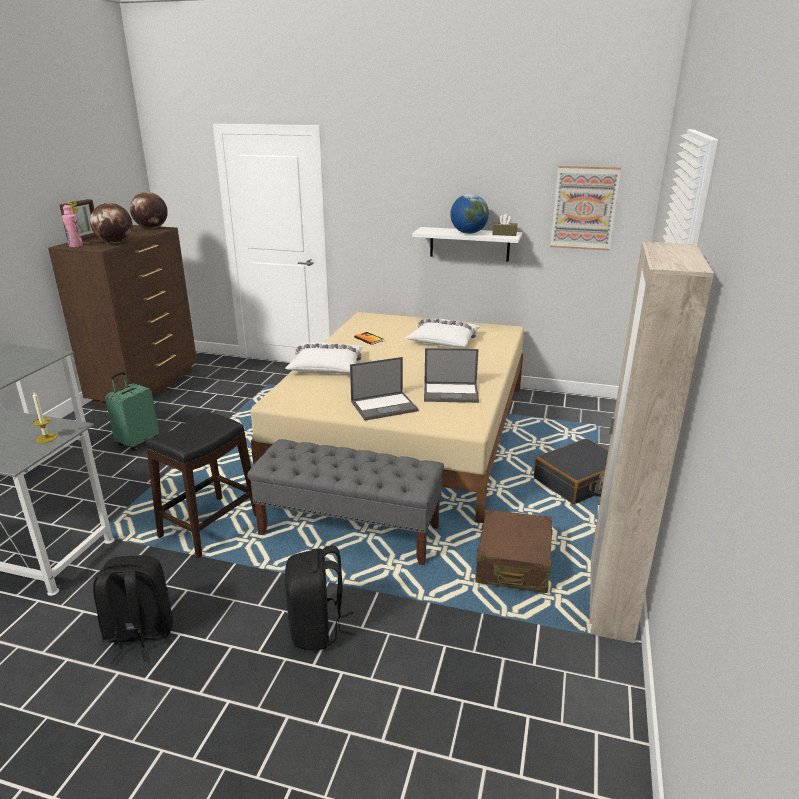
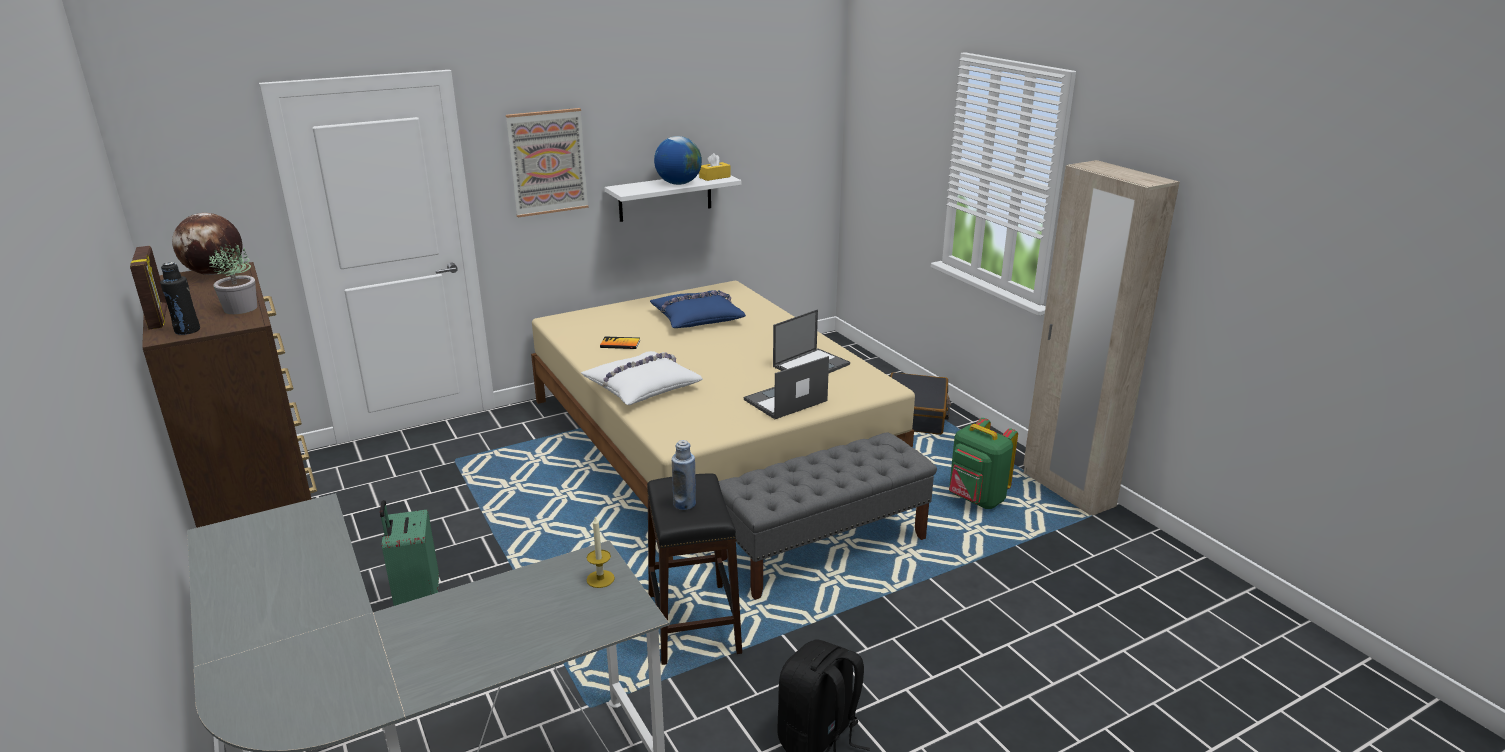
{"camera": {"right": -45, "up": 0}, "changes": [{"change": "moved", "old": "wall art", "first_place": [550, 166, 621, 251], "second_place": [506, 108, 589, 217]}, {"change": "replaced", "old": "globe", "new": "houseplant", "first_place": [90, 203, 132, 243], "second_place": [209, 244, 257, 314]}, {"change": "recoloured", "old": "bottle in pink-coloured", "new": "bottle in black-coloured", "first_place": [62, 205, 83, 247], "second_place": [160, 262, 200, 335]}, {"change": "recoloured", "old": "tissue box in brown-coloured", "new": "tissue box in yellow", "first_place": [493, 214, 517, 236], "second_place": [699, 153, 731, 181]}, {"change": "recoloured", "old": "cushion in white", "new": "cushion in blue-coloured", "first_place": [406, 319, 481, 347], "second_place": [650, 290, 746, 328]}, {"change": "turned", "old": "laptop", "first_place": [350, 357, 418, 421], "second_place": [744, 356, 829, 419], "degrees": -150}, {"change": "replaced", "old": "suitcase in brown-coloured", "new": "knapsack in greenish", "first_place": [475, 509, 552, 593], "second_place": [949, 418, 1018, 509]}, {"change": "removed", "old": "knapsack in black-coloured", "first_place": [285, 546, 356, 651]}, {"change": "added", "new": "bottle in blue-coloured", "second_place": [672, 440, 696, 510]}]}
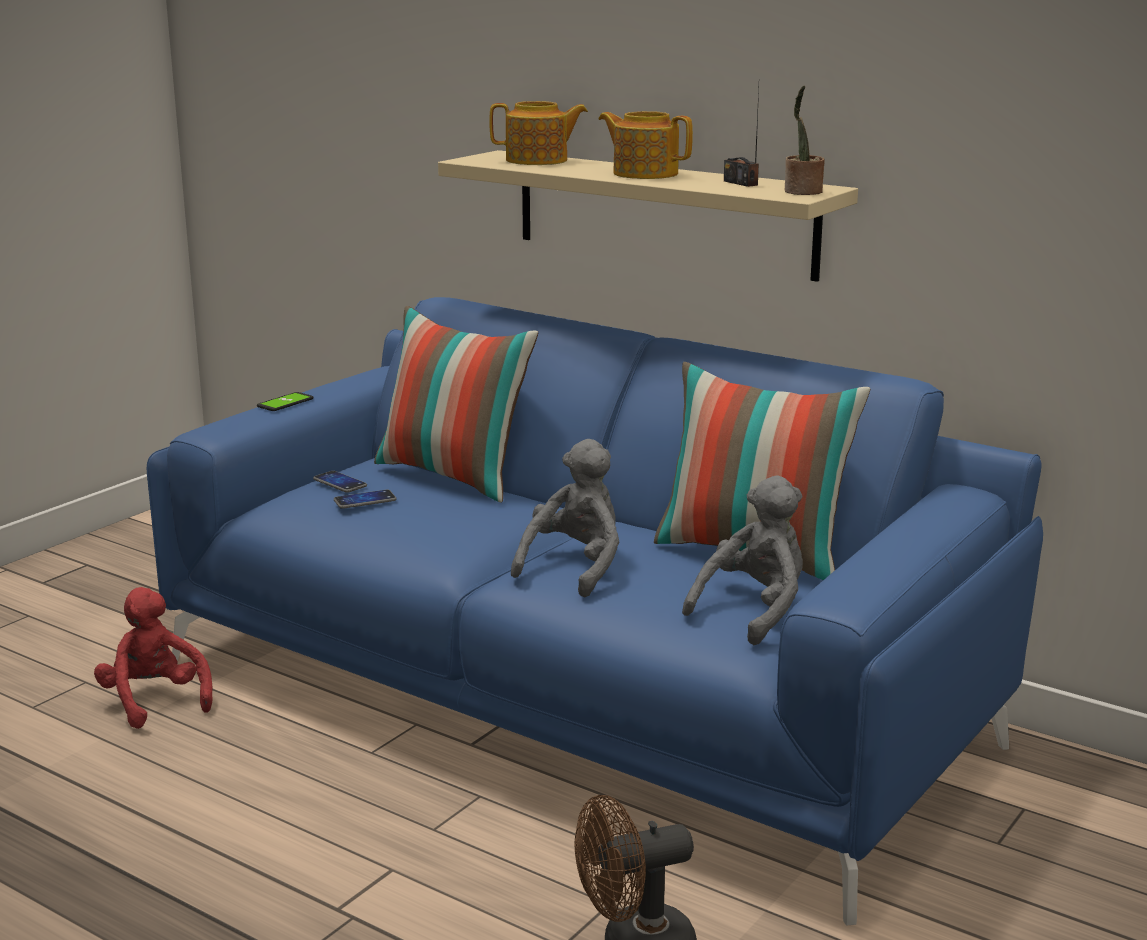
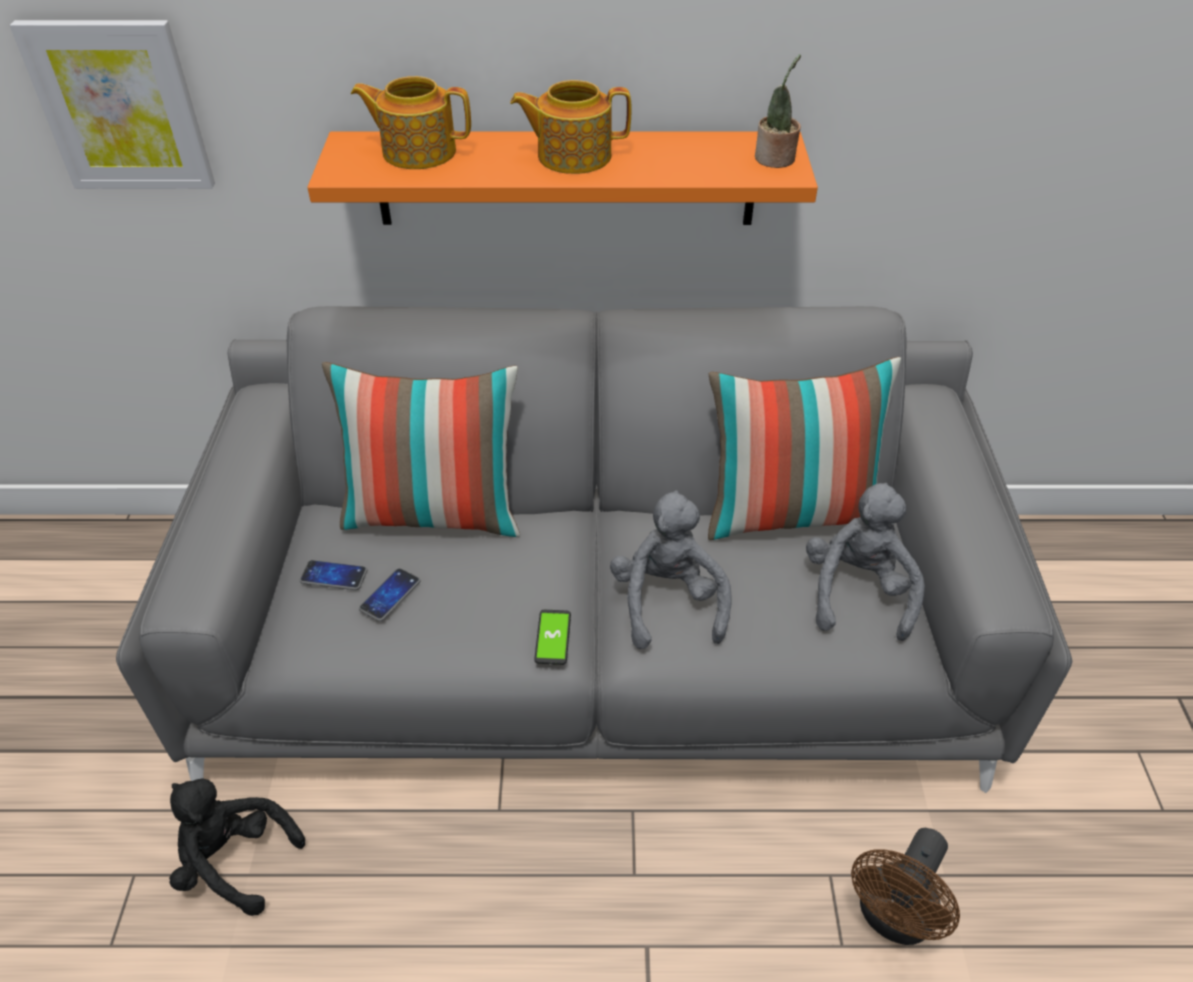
{"camera": {"right": -35, "up": 25}, "changes": [{"change": "removed", "old": "radio receiver", "first_place": [724, 90, 759, 187]}, {"change": "turned", "old": "pot for tea", "first_place": [489, 101, 588, 165], "second_place": [351, 76, 471, 169], "degrees": -135}, {"change": "recoloured", "old": "bracket shelf in sand-coloured", "new": "bracket shelf in orange", "first_place": [438, 150, 858, 282], "second_place": [307, 131, 818, 225]}, {"change": "recoloured", "old": "couch in blue-coloured", "new": "couch in grey", "first_place": [147, 297, 1043, 925], "second_place": [116, 306, 1073, 793]}, {"change": "moved", "old": "phone", "first_place": [257, 392, 314, 411], "second_place": [534, 610, 571, 665]}, {"change": "recoloured", "old": "soft toy in reddish", "new": "soft toy in black-coloured", "first_place": [94, 587, 213, 729], "second_place": [169, 778, 305, 916]}, {"change": "added", "new": "wall art", "second_place": [10, 20, 215, 189]}]}
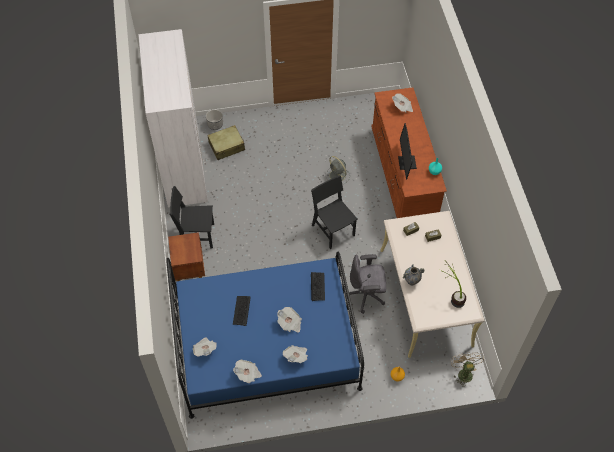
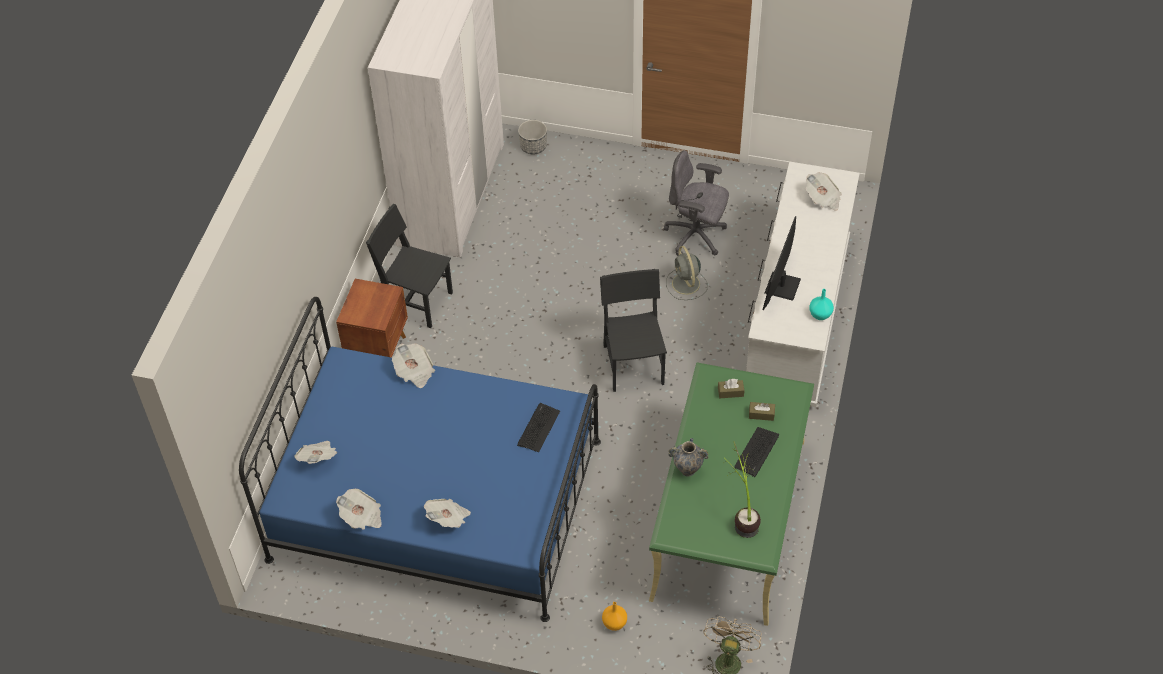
{"camera": {"right": 25, "up": -5}, "changes": [{"change": "recoloured", "old": "chest of drawers in brown-coloured", "new": "chest of drawers in white", "first_place": [371, 87, 447, 218], "second_place": [746, 162, 860, 407]}, {"change": "removed", "old": "suitcase in sand-coloured", "first_place": [207, 125, 245, 160]}, {"change": "recoloured", "old": "desk in sand-coloured", "new": "desk in greenish", "first_place": [381, 211, 485, 358], "second_place": [649, 363, 814, 626]}, {"change": "moved", "old": "computer chair in grey", "first_place": [345, 254, 386, 314], "second_place": [664, 150, 729, 256]}, {"change": "moved", "old": "computer keyboard", "first_place": [233, 296, 250, 326], "second_place": [734, 427, 779, 477]}, {"change": "moved", "old": "printed paper", "first_place": [277, 307, 302, 332], "second_place": [392, 344, 435, 388]}]}
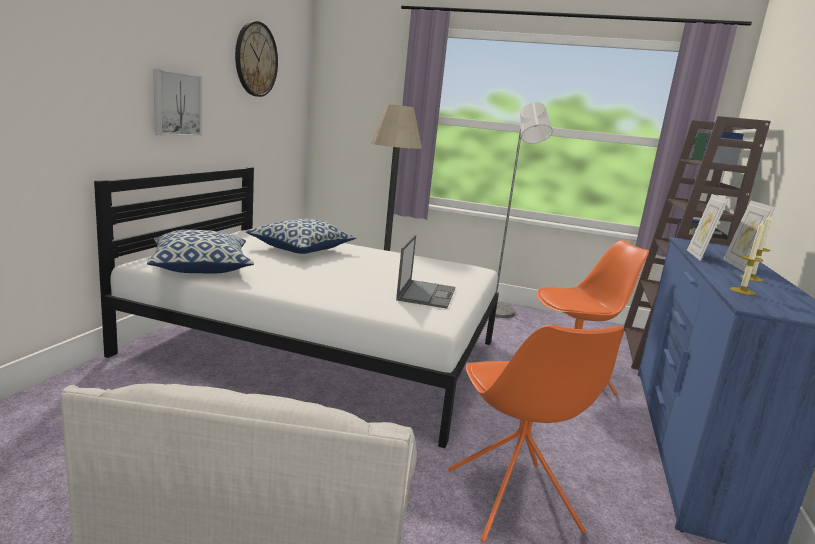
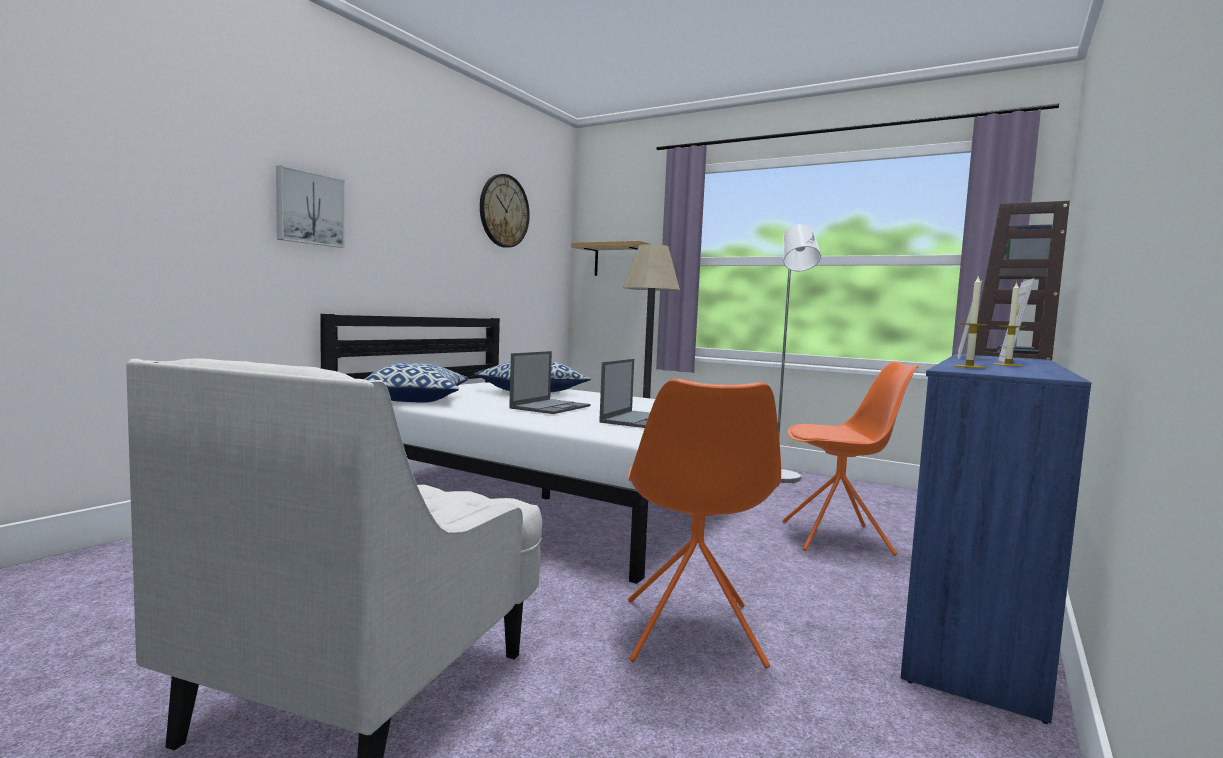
{"camera": {"right": 15, "up": -10}, "changes": [{"change": "moved", "old": "wall art", "first_place": [153, 69, 202, 136], "second_place": [276, 165, 345, 248]}, {"change": "added", "new": "bracket shelf", "second_place": [571, 241, 651, 276]}, {"change": "added", "new": "laptop", "second_place": [509, 351, 590, 414]}]}
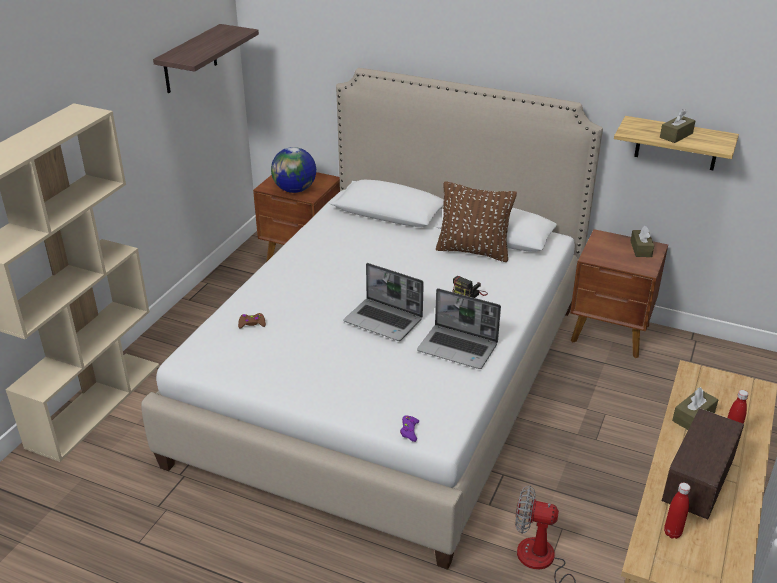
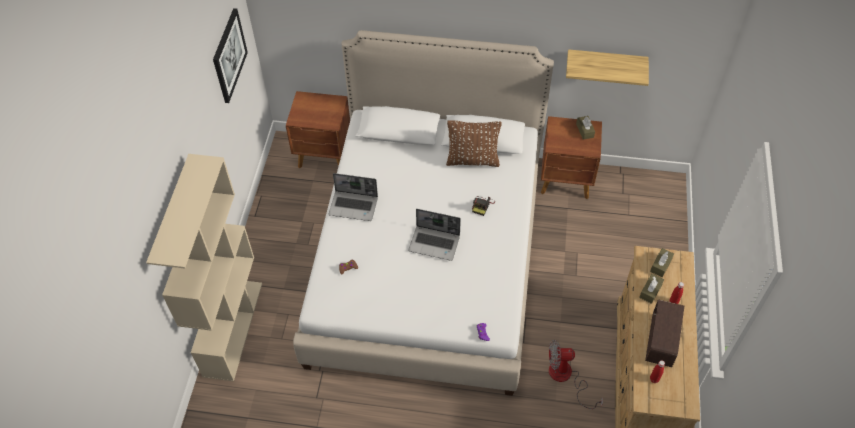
{"camera": {"right": -15, "up": 20}, "changes": [{"change": "replaced", "old": "bracket shelf", "new": "wall art", "first_place": [153, 24, 259, 93], "second_place": [213, 8, 248, 103]}, {"change": "moved", "old": "tissue box in brown-coloured", "first_place": [660, 109, 696, 143], "second_place": [650, 248, 674, 277]}, {"change": "removed", "old": "globe", "first_place": [271, 147, 316, 193]}, {"change": "moved", "old": "laptop", "first_place": [417, 288, 501, 369], "second_place": [329, 173, 378, 221]}]}
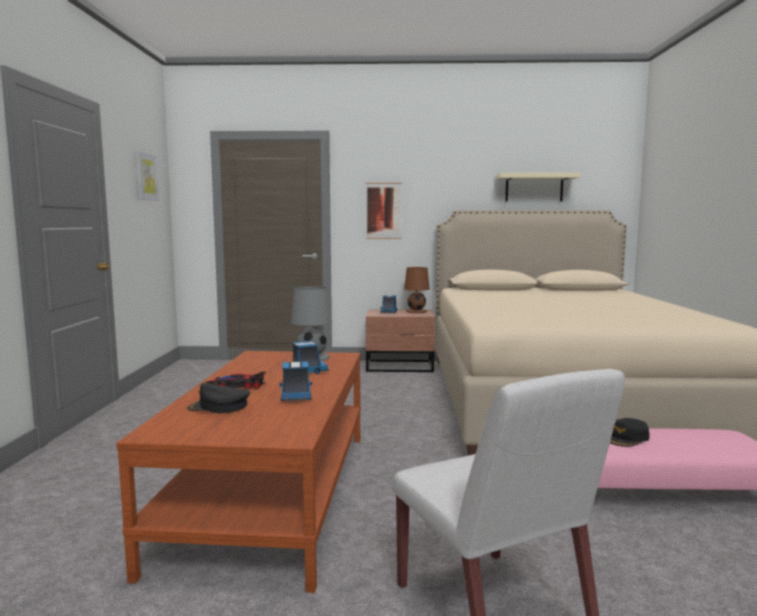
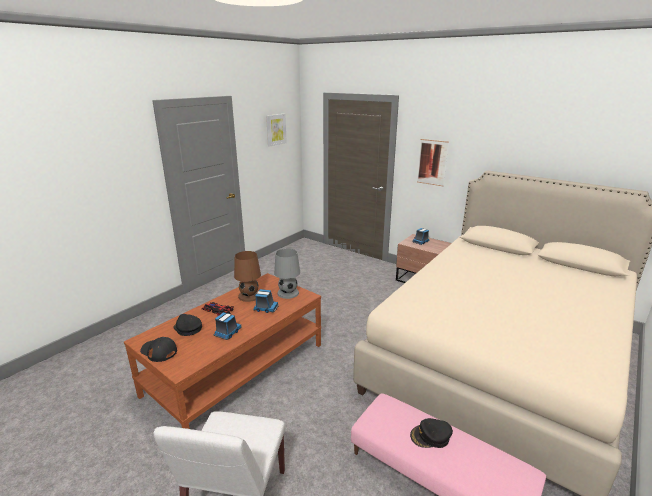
{"camera": {"right": 35, "up": 15}, "changes": [{"change": "removed", "old": "bracket shelf in sand-coloured", "first_place": [496, 172, 581, 202]}, {"change": "moved", "old": "table lamp in brown-coloured", "first_place": [404, 267, 430, 313], "second_place": [234, 251, 261, 302]}, {"change": "added", "new": "cap in black-coloured", "second_place": [140, 337, 177, 362]}]}
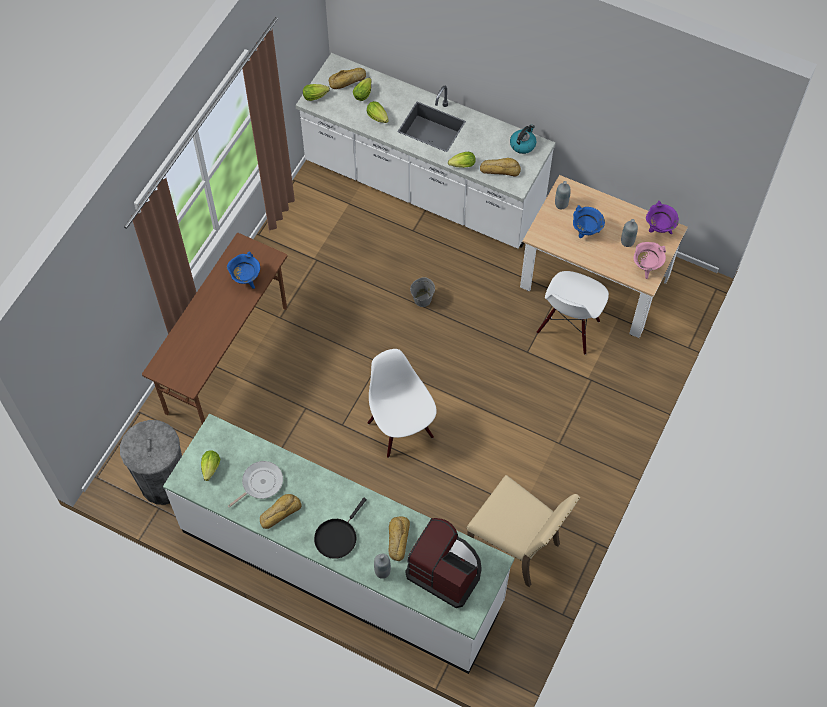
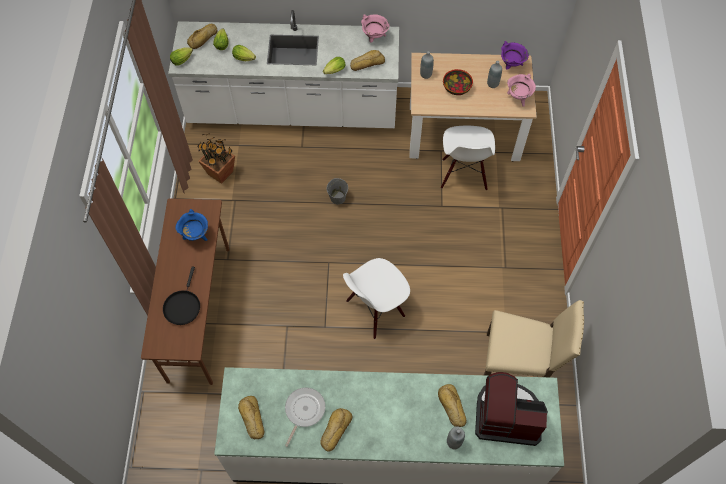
{"camera": {"right": -25, "up": 0}, "changes": [{"change": "replaced", "old": "water kettle", "new": "stockpot in pink-coloured", "first_place": [510, 124, 536, 154], "second_place": [361, 14, 390, 42]}, {"change": "replaced", "old": "stockpot in blue-coloured", "new": "bowl", "first_place": [573, 205, 605, 238], "second_place": [443, 69, 473, 95]}, {"change": "turned", "old": "chair in white", "first_place": [367, 349, 437, 458], "second_place": [343, 258, 410, 339], "degrees": -75}, {"change": "removed", "old": "rubbish bin in grey", "first_place": [120, 420, 182, 505]}, {"change": "replaced", "old": "head of lettuce", "new": "baked bread", "first_place": [201, 450, 220, 481], "second_place": [238, 396, 264, 440]}, {"change": "moved", "old": "skillet in black-coloured", "first_place": [314, 498, 367, 559], "second_place": [163, 267, 200, 325]}, {"change": "added", "new": "houseplant", "second_place": [198, 134, 235, 184]}]}
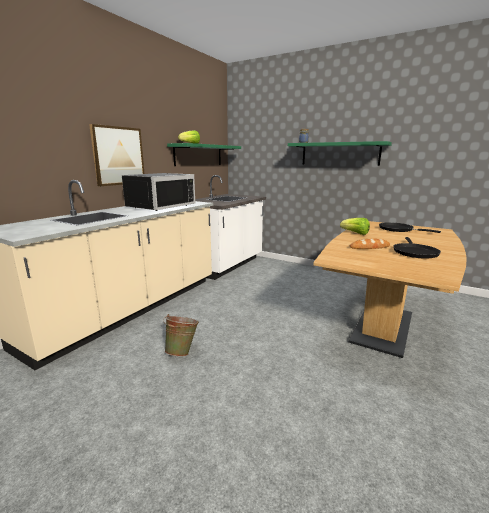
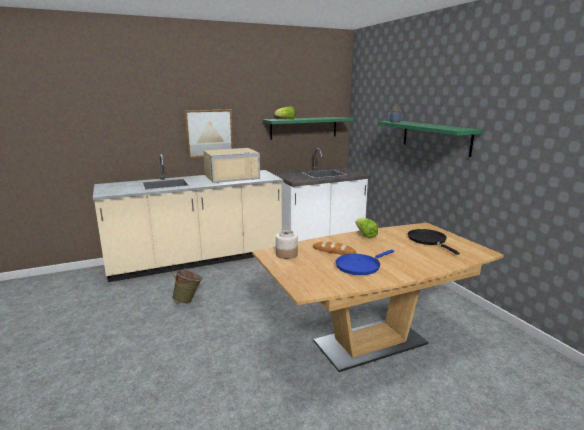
{"camera": {"right": 35, "up": 0}, "changes": [{"change": "recoloured", "old": "microwave in black-coloured", "new": "microwave in sand-coloured", "first_place": [122, 173, 195, 211], "second_place": [203, 148, 260, 183]}, {"change": "recoloured", "old": "skillet in black-coloured", "new": "skillet in blue-coloured", "first_place": [393, 237, 441, 259], "second_place": [336, 250, 394, 275]}, {"change": "added", "new": "jar", "second_place": [276, 230, 298, 259]}]}
